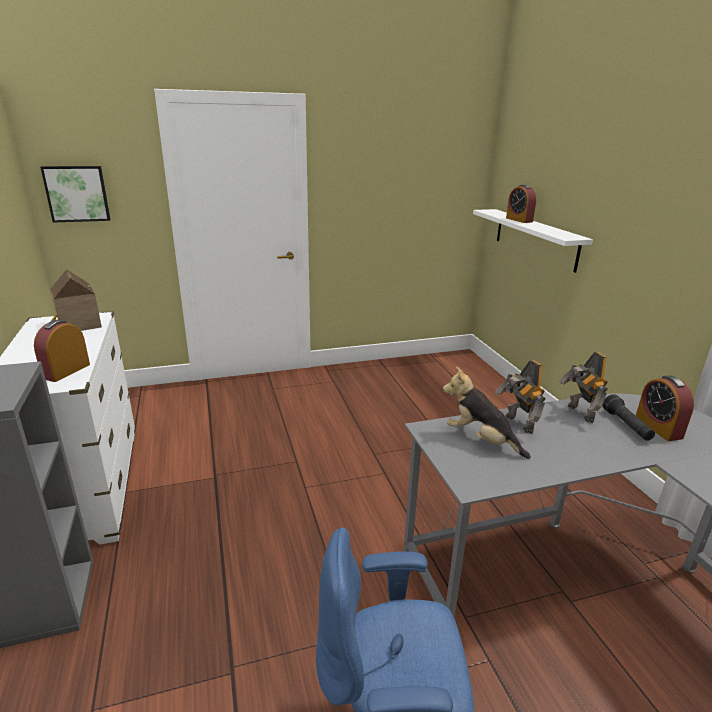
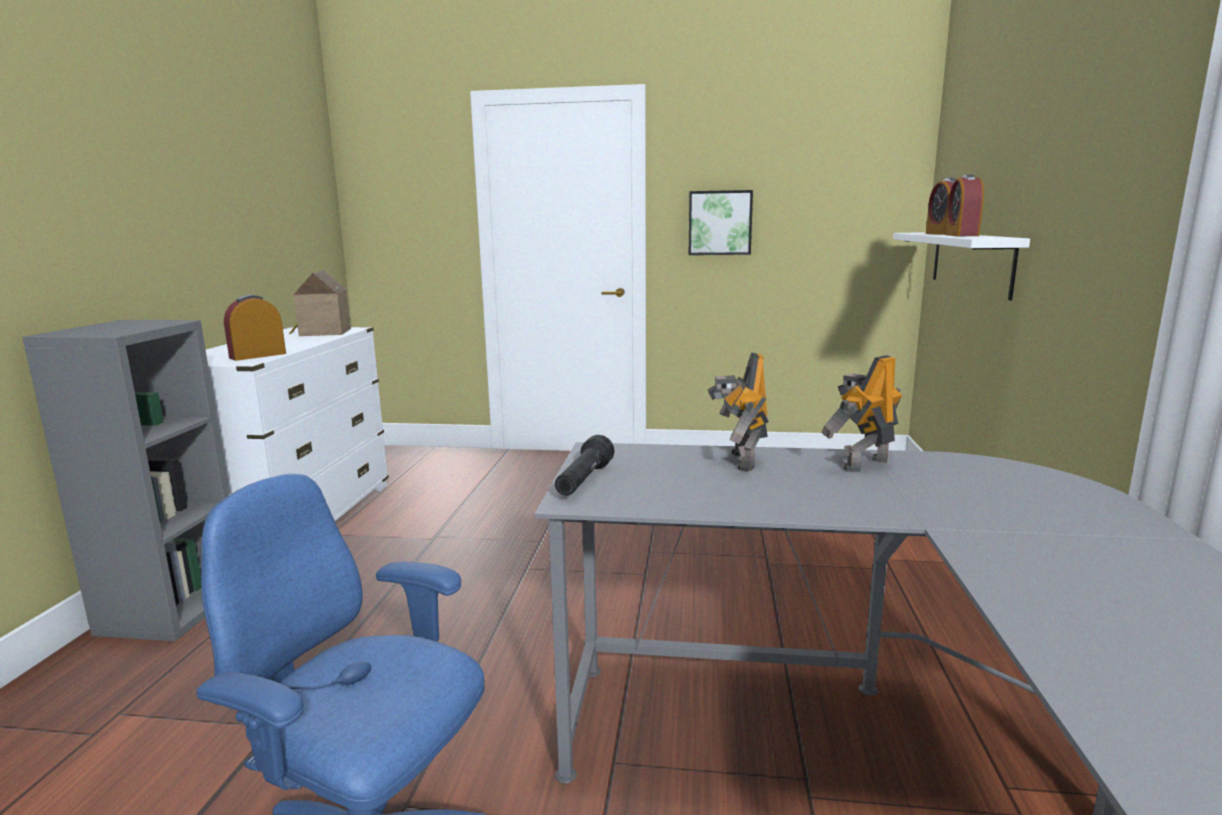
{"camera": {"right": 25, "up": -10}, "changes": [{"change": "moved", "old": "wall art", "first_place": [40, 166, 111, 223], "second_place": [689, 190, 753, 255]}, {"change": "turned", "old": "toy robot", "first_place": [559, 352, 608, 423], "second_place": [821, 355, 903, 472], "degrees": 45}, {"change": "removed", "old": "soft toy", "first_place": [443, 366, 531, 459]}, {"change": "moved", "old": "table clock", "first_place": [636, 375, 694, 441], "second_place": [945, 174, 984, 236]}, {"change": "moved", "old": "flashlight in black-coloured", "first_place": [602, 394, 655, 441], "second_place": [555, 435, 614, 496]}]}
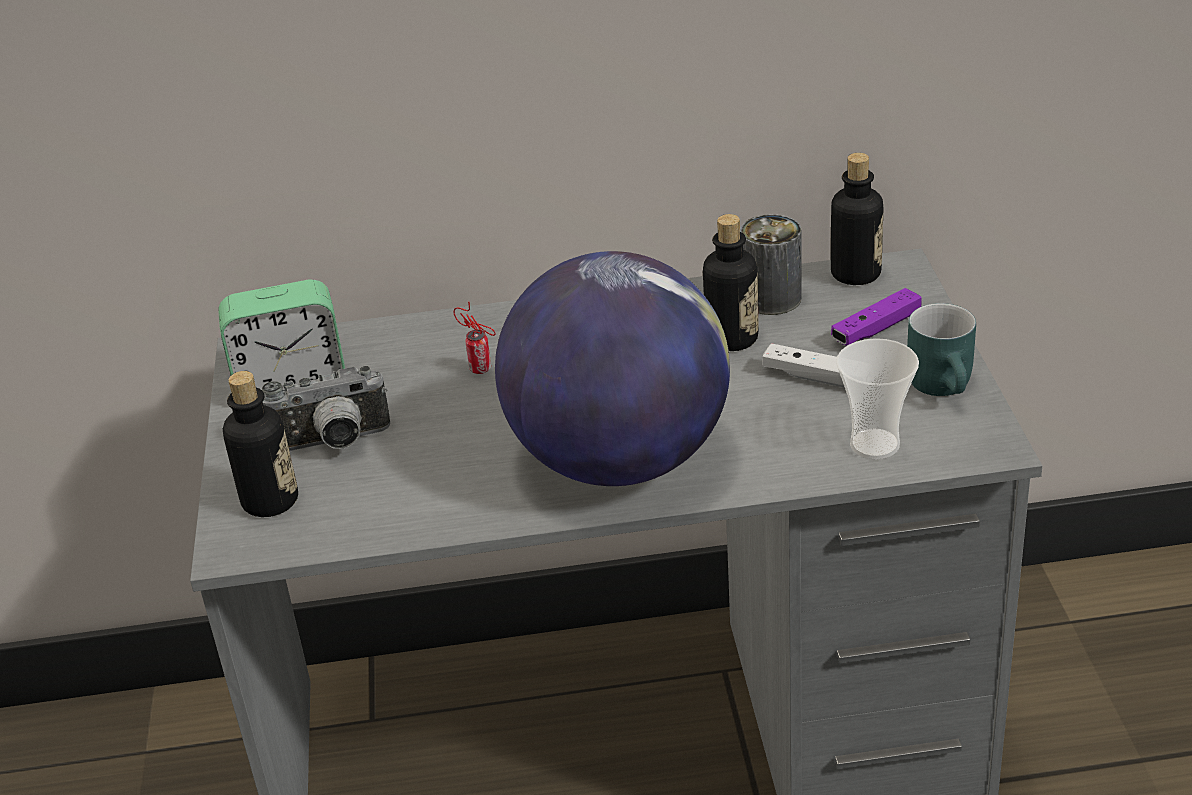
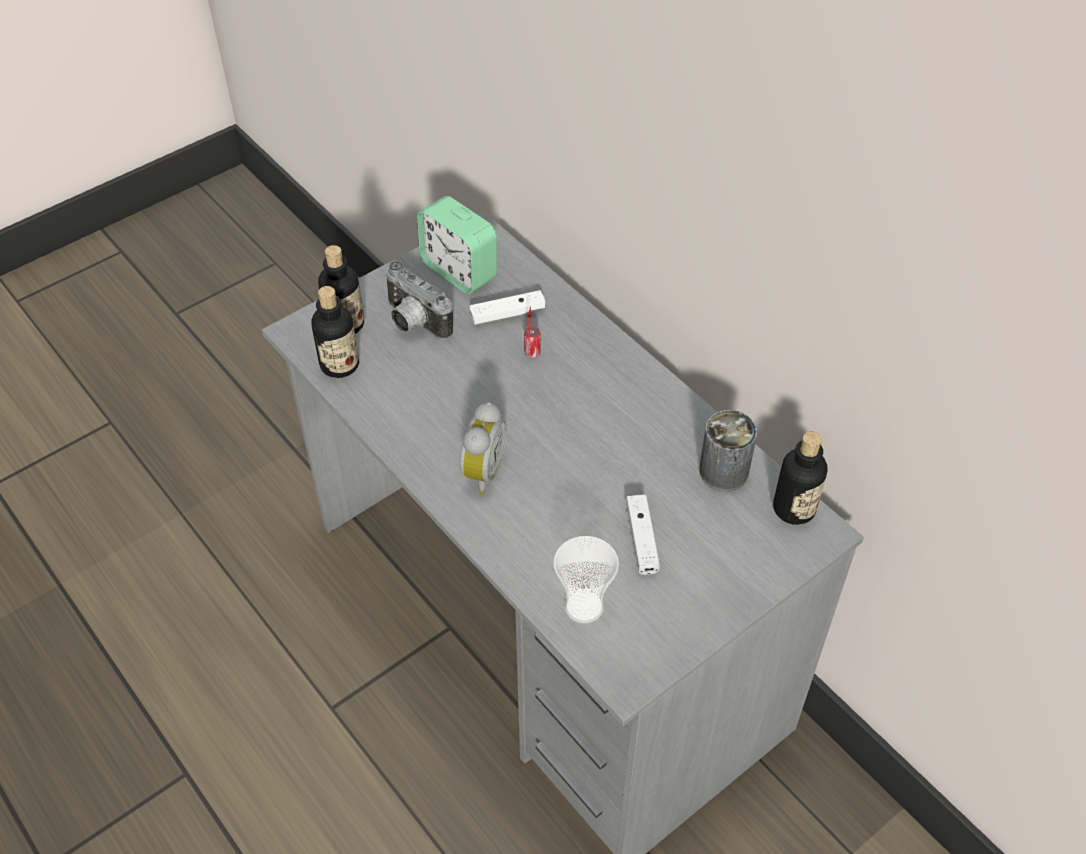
{"camera": {"right": 55, "up": 15}, "changes": [{"change": "moved", "old": "bottle", "first_place": [703, 214, 759, 351], "second_place": [311, 286, 359, 378]}, {"change": "replaced", "old": "globe", "new": "table clock", "first_place": [495, 251, 730, 486], "second_place": [460, 402, 507, 494]}, {"change": "removed", "old": "game controller in purple-coloured", "first_place": [831, 288, 922, 345]}, {"change": "removed", "old": "mug in blue-green", "first_place": [907, 303, 976, 396]}, {"change": "added", "new": "game controller in white", "second_place": [469, 290, 546, 325]}]}
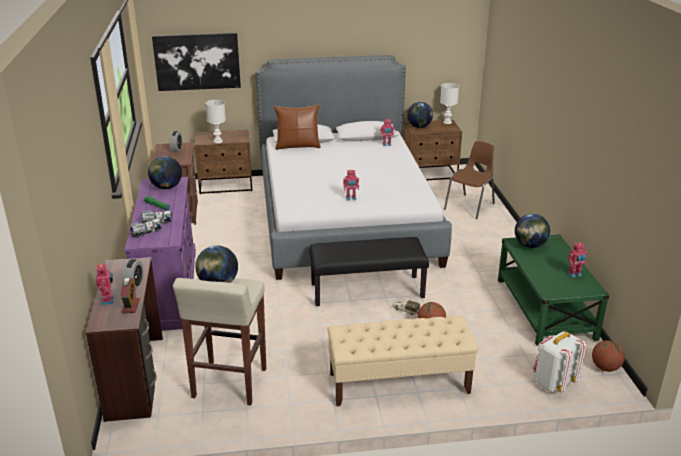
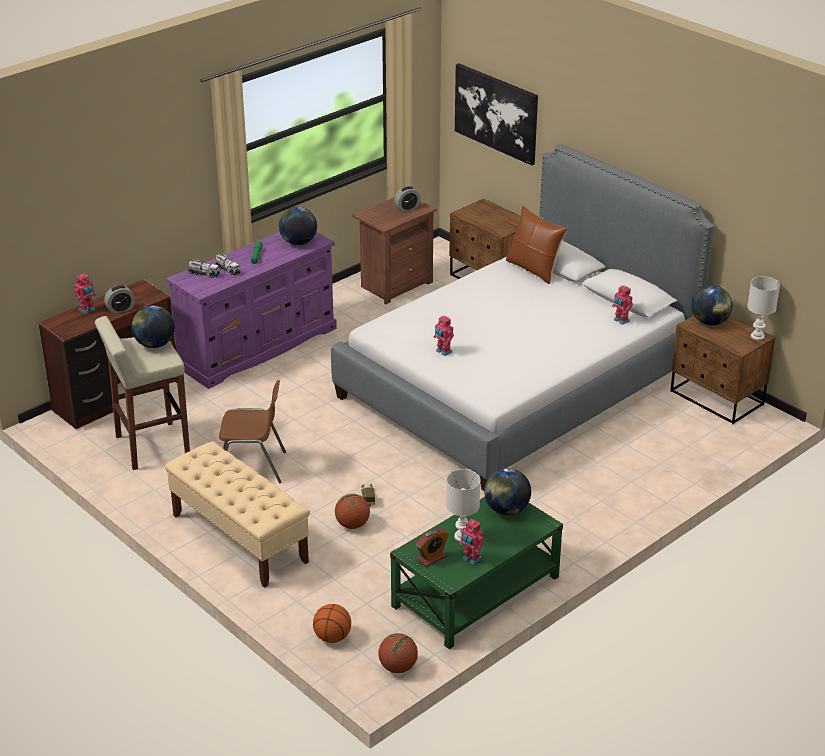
{"camera": {"right": 55, "up": 5}, "changes": [{"change": "moved", "old": "table lamp in white", "first_place": [205, 100, 226, 143], "second_place": [446, 469, 480, 542]}, {"change": "moved", "old": "chair in brown-coloured", "first_place": [444, 141, 495, 219], "second_place": [219, 380, 286, 483]}, {"change": "removed", "old": "bench in black-coloured", "first_place": [309, 237, 429, 306]}, {"change": "moved", "old": "table clock", "first_place": [121, 278, 140, 313], "second_place": [416, 528, 448, 567]}, {"change": "replaced", "old": "knapsack in white", "new": "basketball ball", "first_place": [533, 332, 587, 393], "second_place": [313, 604, 351, 643]}]}
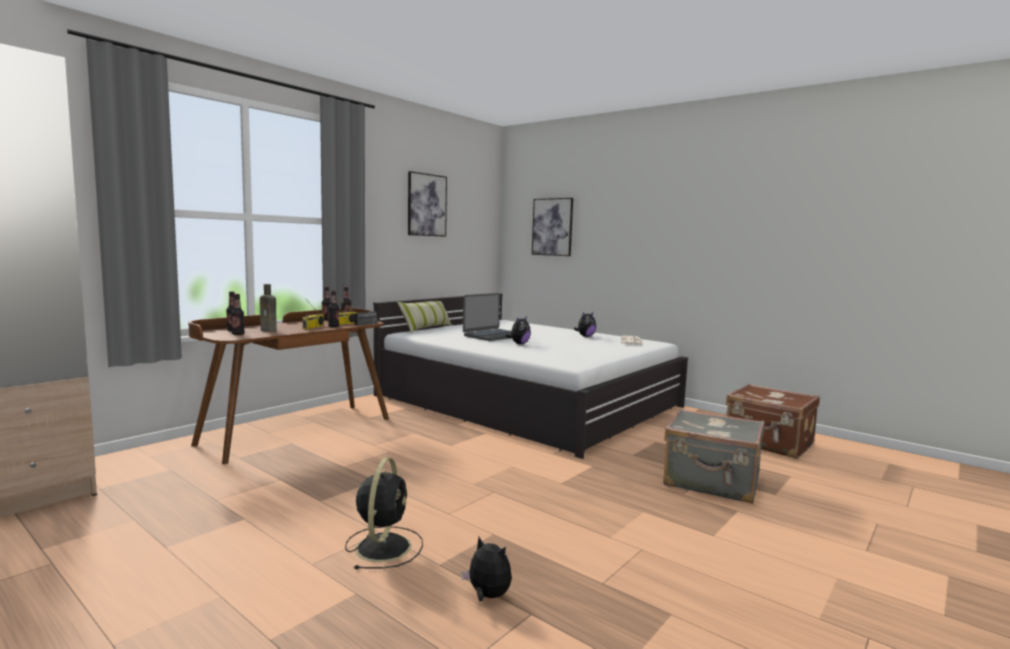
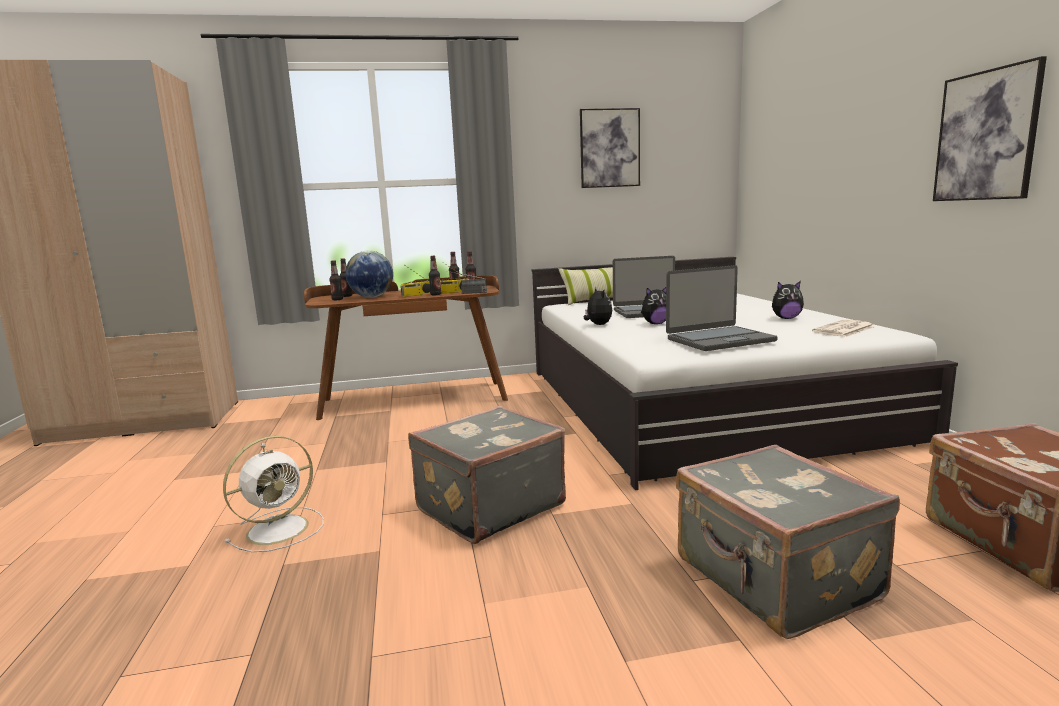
{"camera": {"right": 40, "up": 5}, "changes": [{"change": "moved", "old": "wall art", "first_place": [532, 198, 573, 256], "second_place": [933, 56, 1047, 201]}, {"change": "replaced", "old": "bottle in brown-coloured", "new": "globe", "first_place": [260, 284, 277, 332], "second_place": [346, 250, 393, 298]}, {"change": "recoloured", "old": "fan in black-coloured", "new": "fan in white", "first_place": [345, 458, 423, 569], "second_place": [223, 436, 324, 552]}, {"change": "moved", "old": "soft toy", "first_place": [461, 537, 512, 602], "second_place": [584, 288, 612, 325]}, {"change": "added", "new": "laptop", "second_place": [666, 265, 778, 351]}, {"change": "added", "new": "suitcase in grey", "second_place": [408, 406, 566, 544]}]}
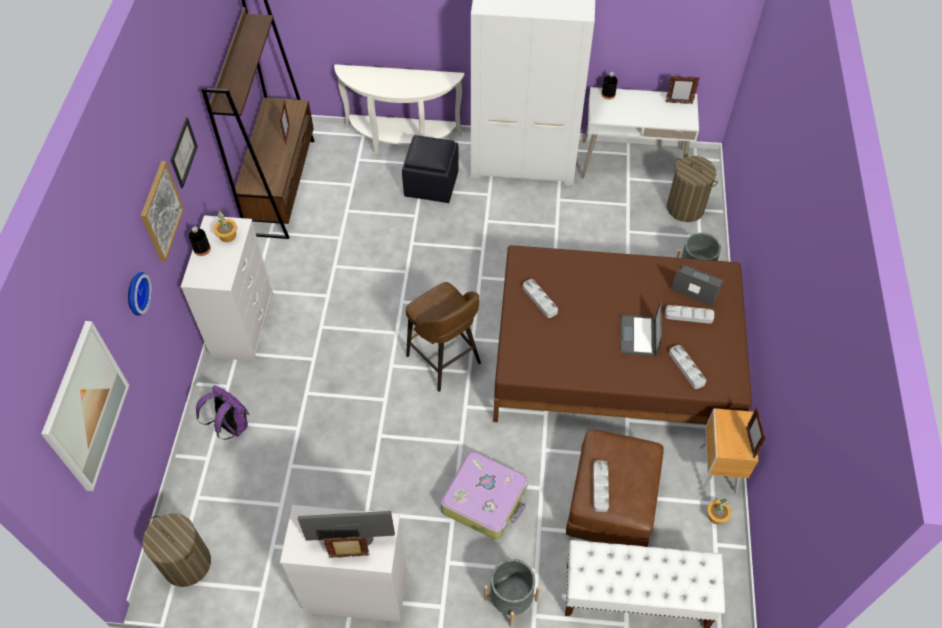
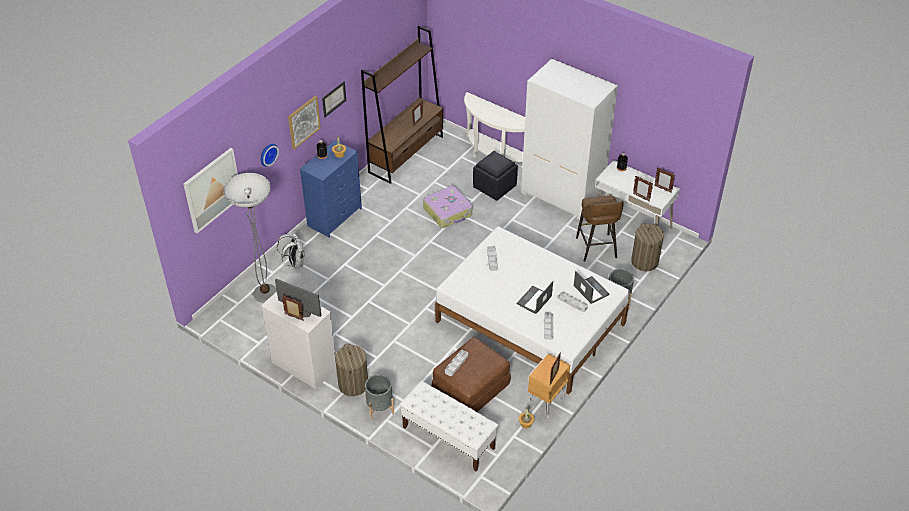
{"camera": {"right": 30, "up": -10}, "changes": [{"change": "recoloured", "old": "chest of drawers in white", "new": "chest of drawers in blue-coloured", "first_place": [181, 215, 273, 361], "second_place": [300, 141, 362, 238]}, {"change": "recoloured", "old": "bed in brown-coloured", "new": "bed in white", "first_place": [493, 245, 752, 424], "second_place": [435, 226, 630, 394]}, {"change": "moved", "old": "sitting stool in brown-coloured", "first_place": [406, 282, 481, 392], "second_place": [576, 195, 624, 262]}, {"change": "recoloured", "old": "knapsack in purple-coloured", "new": "knapsack in white", "first_place": [196, 385, 249, 440], "second_place": [277, 233, 305, 269]}, {"change": "moved", "old": "suitcase", "first_place": [441, 451, 528, 540], "second_place": [423, 186, 472, 228]}, {"change": "moved", "old": "hamper", "first_place": [143, 513, 211, 587], "second_place": [335, 344, 368, 396]}, {"change": "added", "new": "standing lamp", "second_place": [223, 173, 277, 303]}, {"change": "added", "new": "standing frame", "second_place": [633, 176, 653, 201]}]}
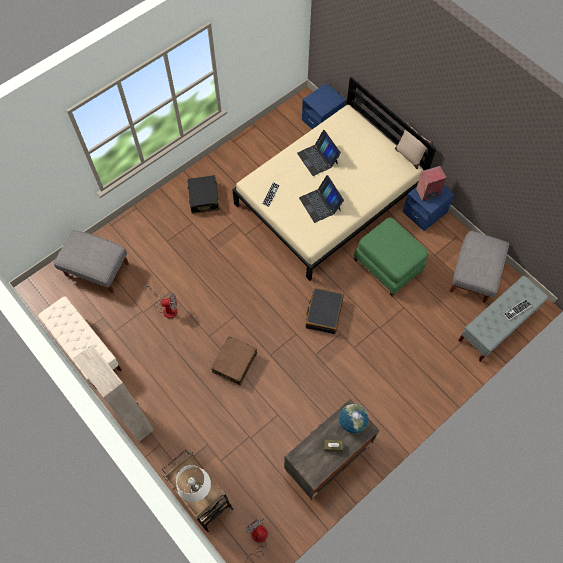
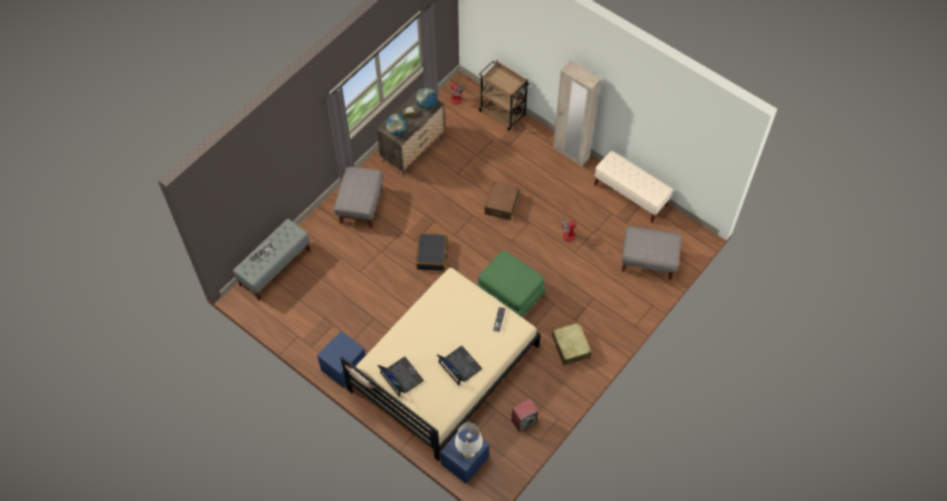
{"camera": {"right": 170, "up": -5}, "changes": [{"change": "moved", "old": "speaker", "first_place": [416, 166, 447, 201], "second_place": [512, 399, 538, 433]}, {"change": "recoloured", "old": "suitcase in black-coloured", "new": "suitcase in sand-coloured", "first_place": [187, 175, 220, 214], "second_place": [552, 322, 592, 365]}, {"change": "moved", "old": "laptop", "first_place": [299, 175, 344, 223], "second_place": [377, 356, 424, 397]}, {"change": "moved", "old": "pouffe in greenish", "first_place": [354, 217, 429, 296], "second_place": [477, 251, 545, 318]}, {"change": "moved", "old": "pouffe in grey", "first_place": [450, 231, 509, 303], "second_place": [334, 167, 383, 228]}, {"change": "moved", "old": "table lamp in white", "first_place": [176, 465, 211, 502], "second_place": [455, 423, 483, 459]}, {"change": "added", "new": "globe", "second_place": [416, 87, 437, 109]}]}
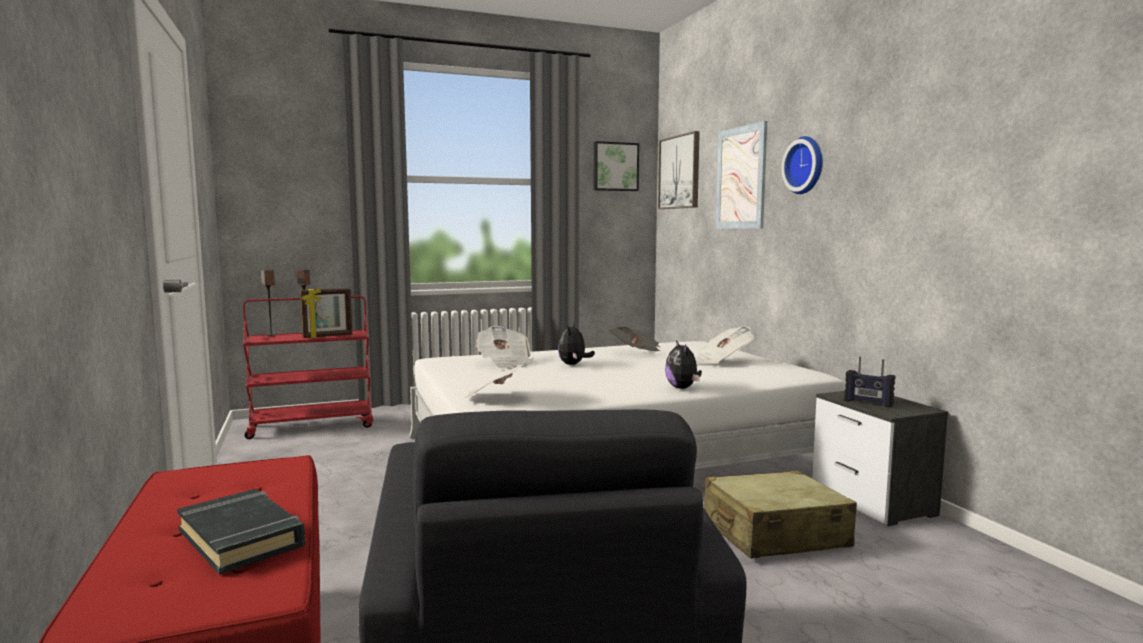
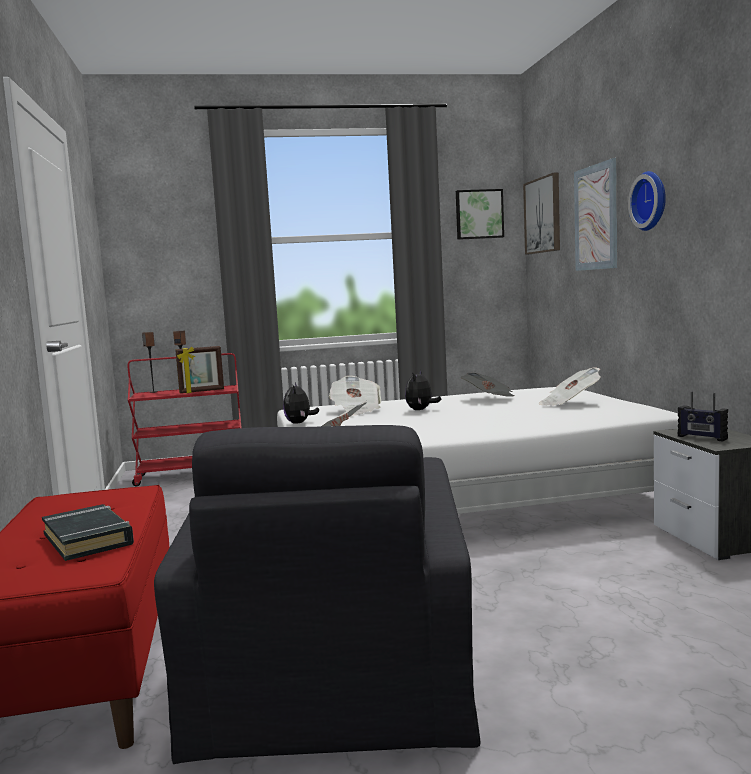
{"camera": {"right": 10, "up": 0}, "changes": [{"change": "moved", "old": "soft toy", "first_place": [665, 340, 702, 389], "second_place": [283, 382, 319, 424]}, {"change": "removed", "old": "suitcase in sand-coloured", "first_place": [704, 471, 857, 559]}]}
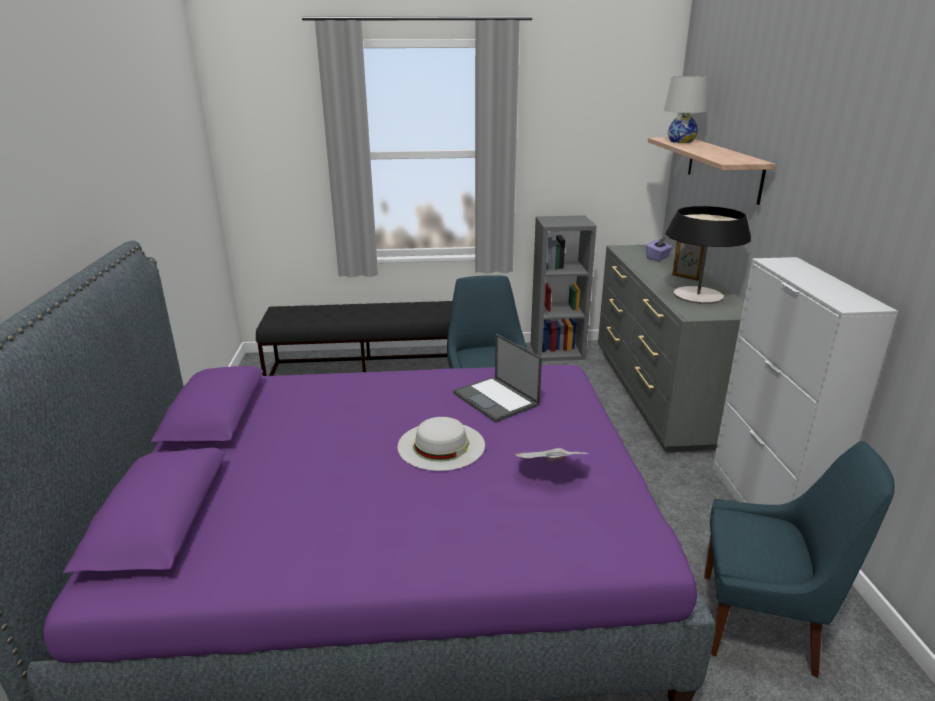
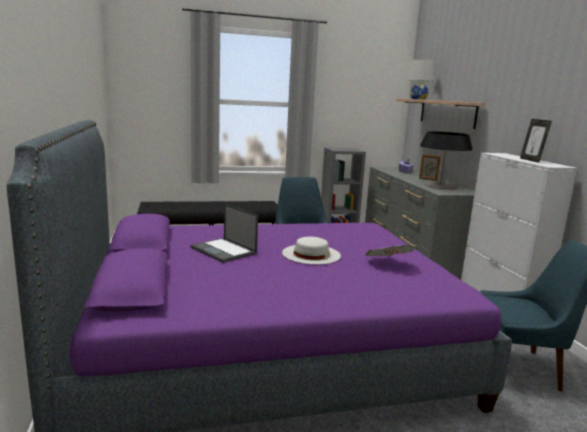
{"camera": {"right": -10, "up": -10}, "changes": [{"change": "moved", "old": "laptop", "first_place": [453, 334, 542, 423], "second_place": [191, 204, 258, 263]}, {"change": "added", "new": "standing frame", "second_place": [520, 119, 552, 163]}]}
